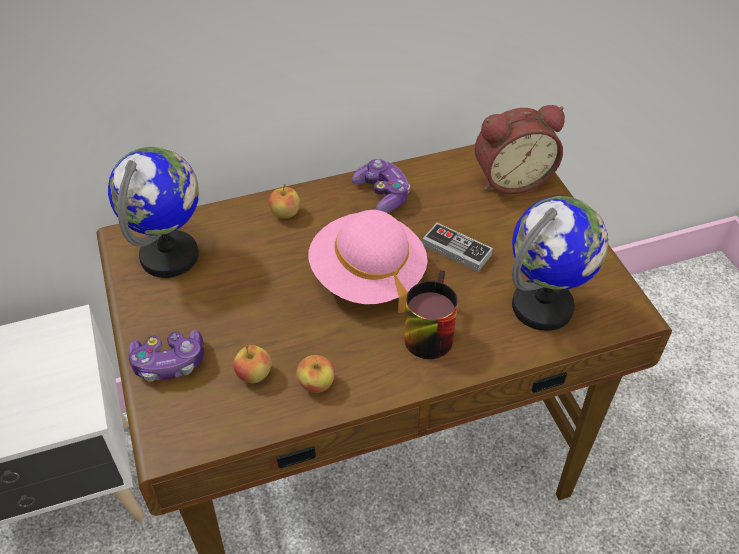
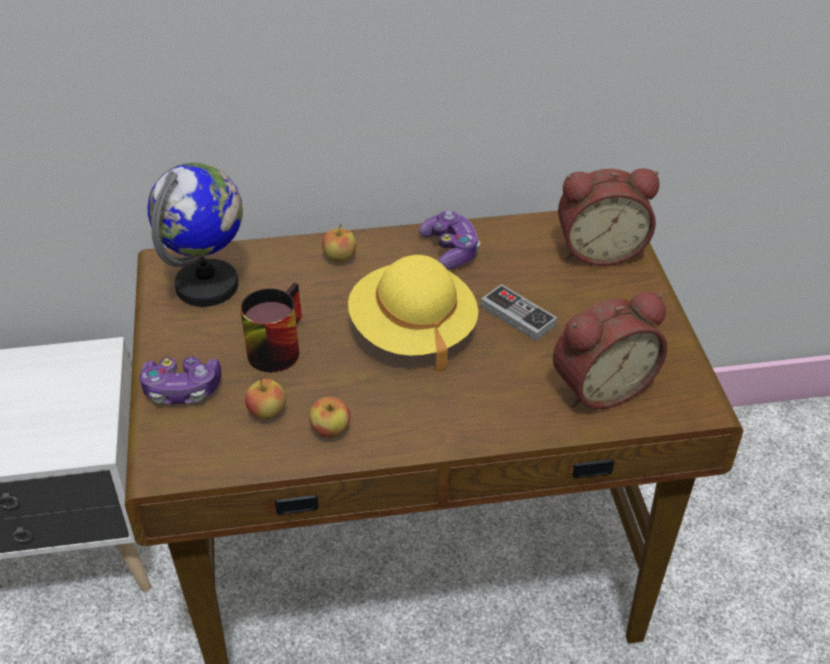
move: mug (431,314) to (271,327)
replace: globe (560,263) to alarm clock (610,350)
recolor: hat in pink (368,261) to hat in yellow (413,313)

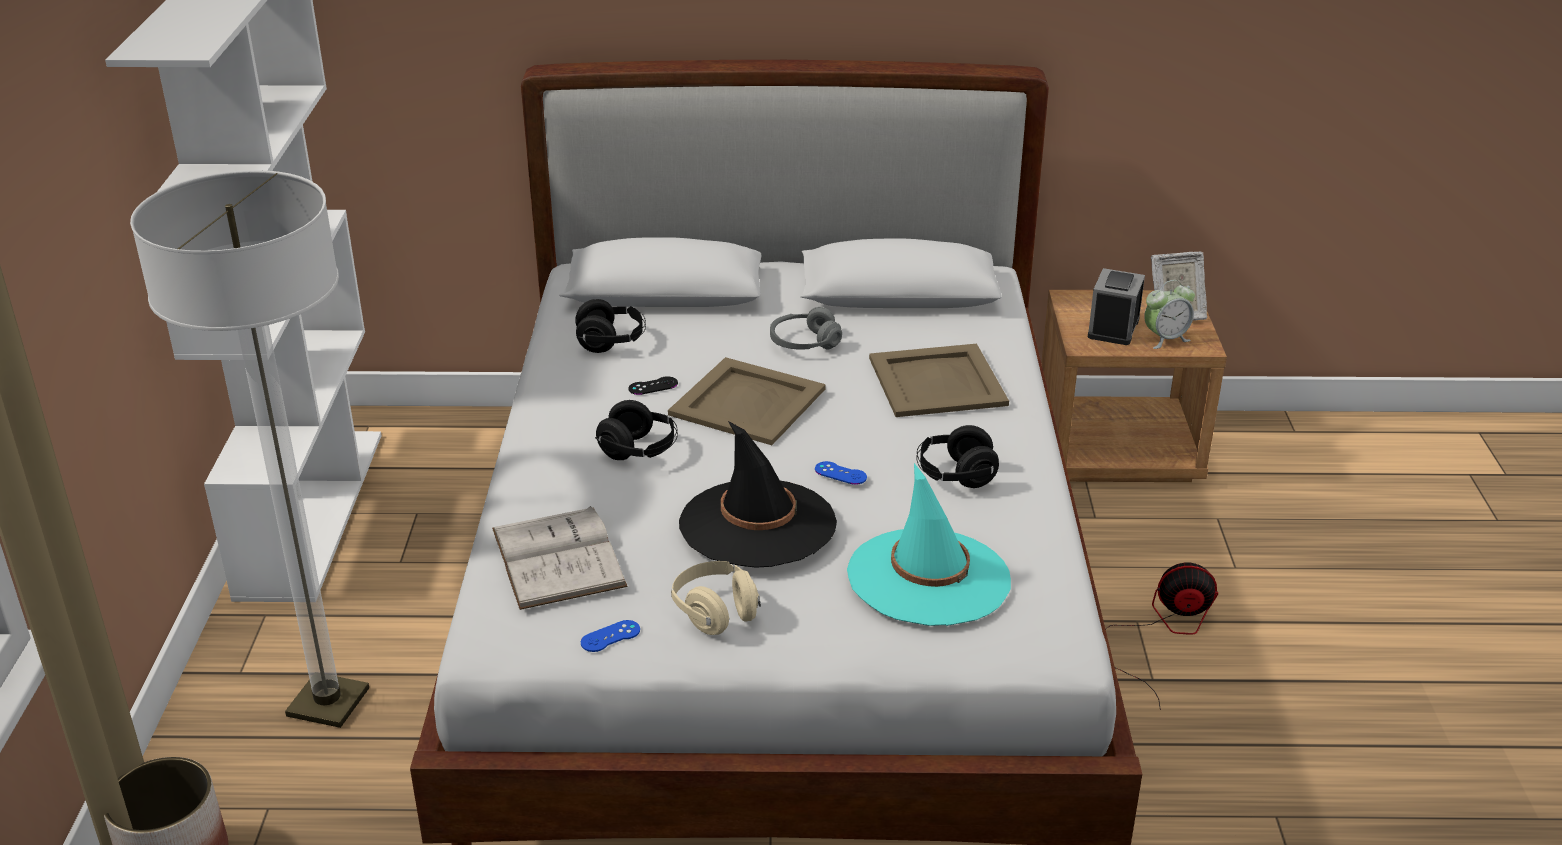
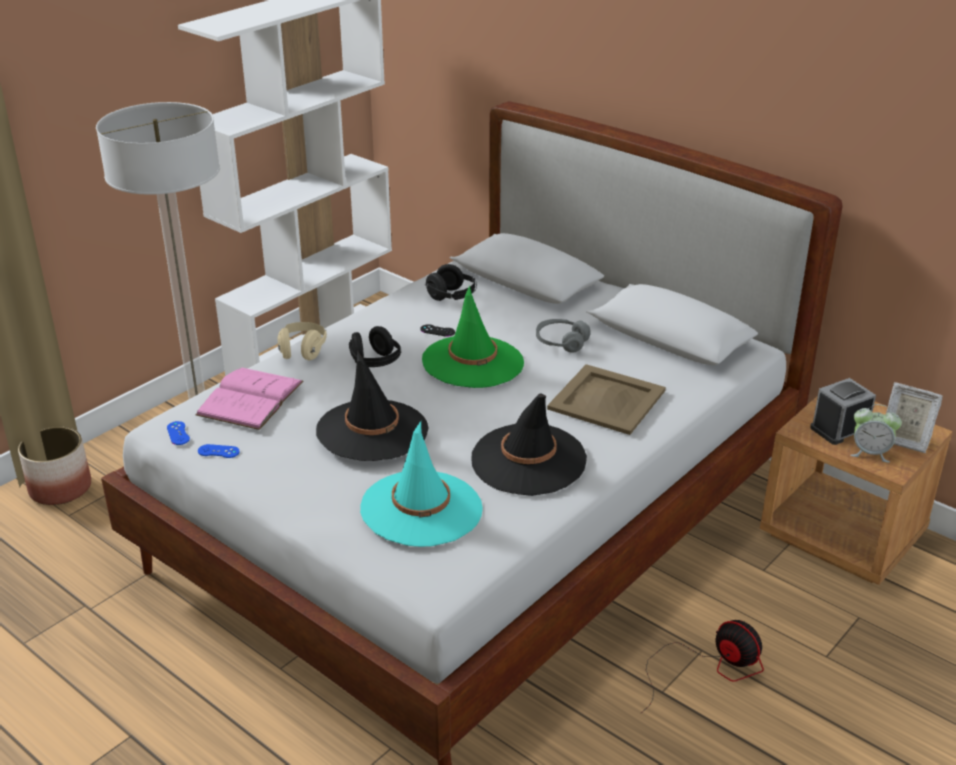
move: headphones in beige (716,598) to (302,341); game controller in blue (841,473) to (178,433)
replace: tray in beige (747,401) to hat in green (473,337); headphones in black (957,456) to hat in black (529,445)
recolor: book in white (560,558) to book in pink (250,398)

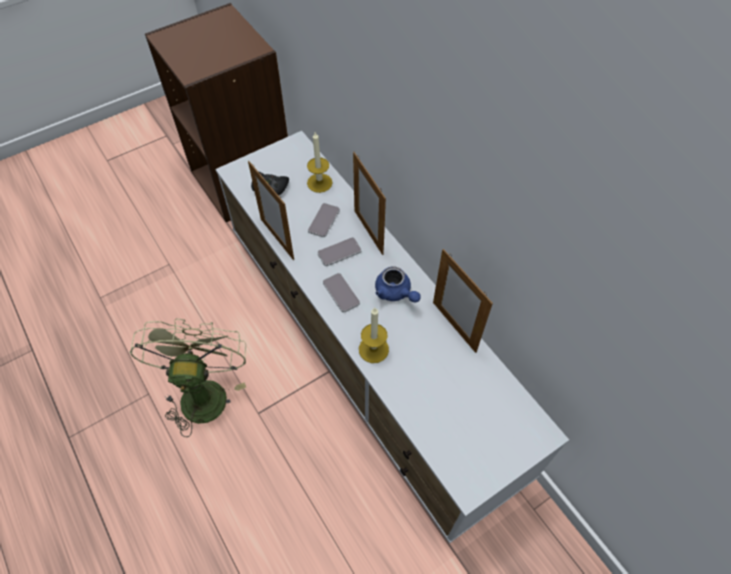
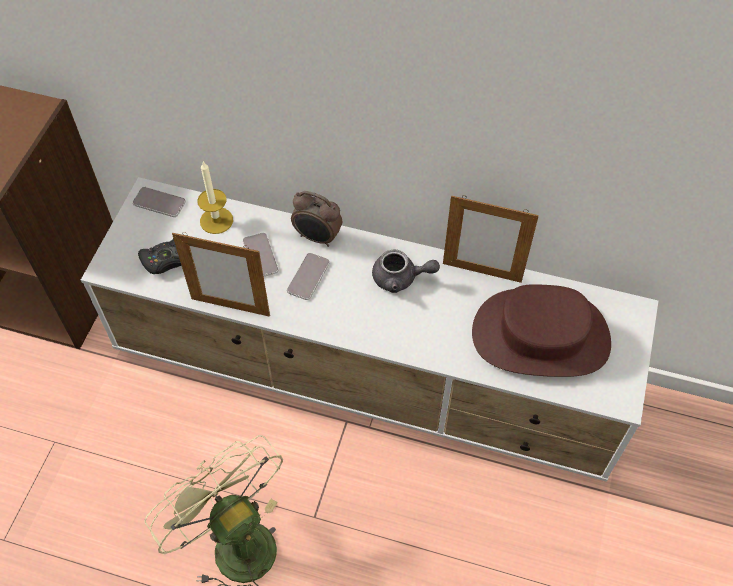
delete: candle (374,335)
insert: hat in brown (541,330)
move: phone (341,292) to (159,202)
replace: picture frame (369,203) to alarm clock (316,219)
recolor: teapot in blue (398,284) to teapot in grey (406,271)

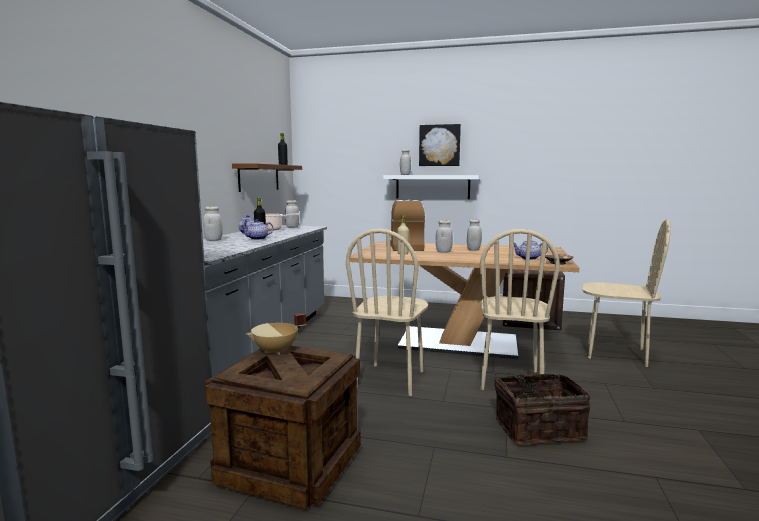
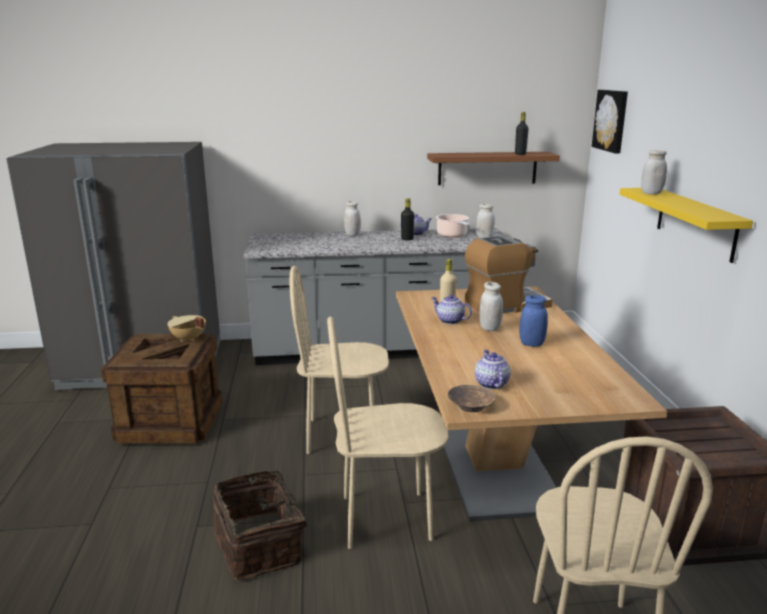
move: teapot (257,229) to (452,309); picture (440,145) to (610,121)
recolor: shelf in white (431,187) to shelf in yellow (686,225); jar in white (474,235) to jar in blue (533,321)

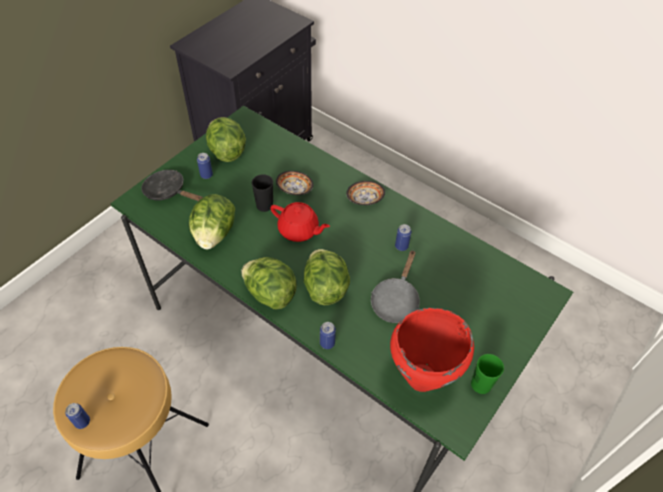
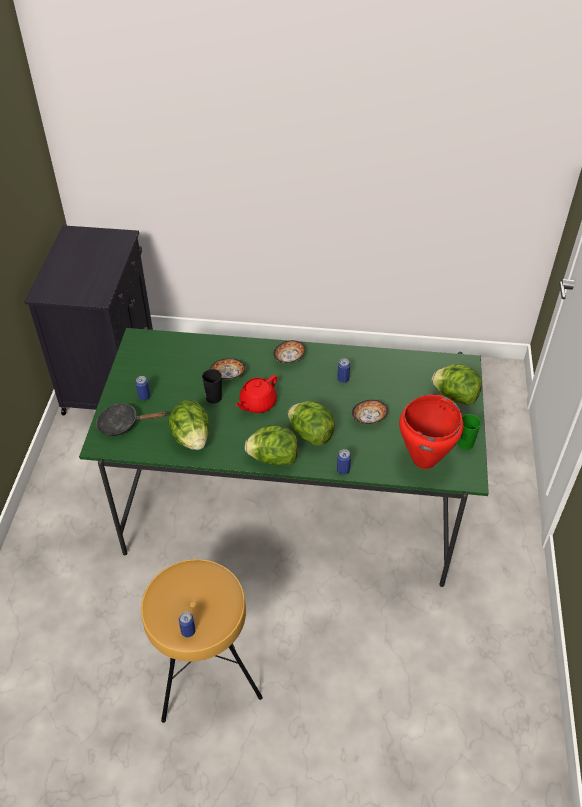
move: lettuce (226,139) to (456,384)
replace: frying pan in grey (395,286) to bowl (370,412)
rotate: teapot in red (300,222) = (256,394) 135 degrees clockwise

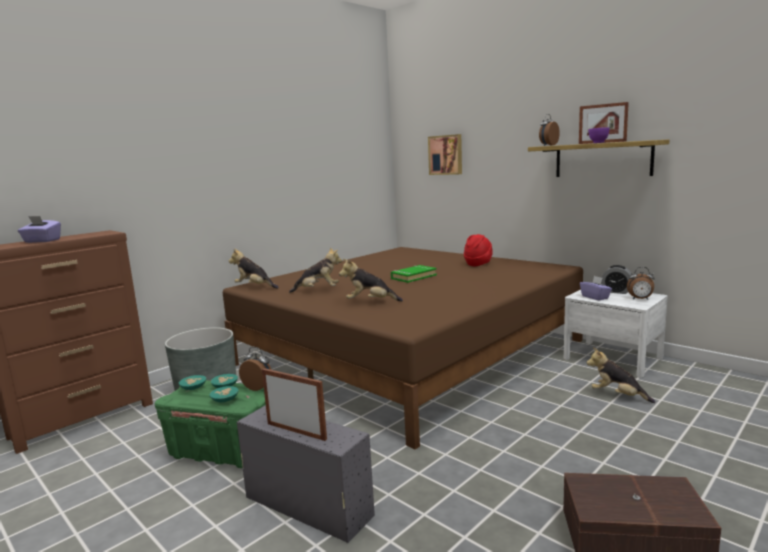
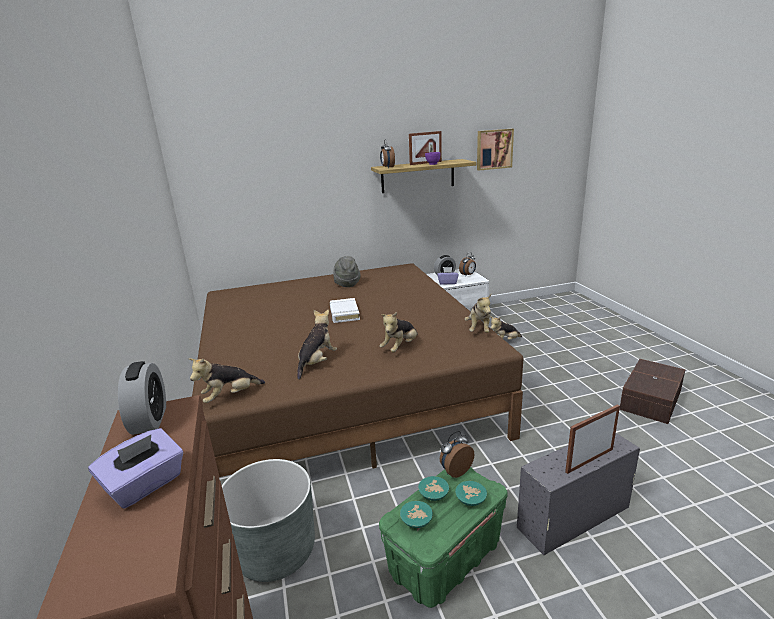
insert: alarm clock (142,398); plush toy (478,313)
move: picture (445,154) to (495,149)
recolor: book in green (414,274) to book in white (345,310); hat in red (478,250) to hat in grey (346,271)

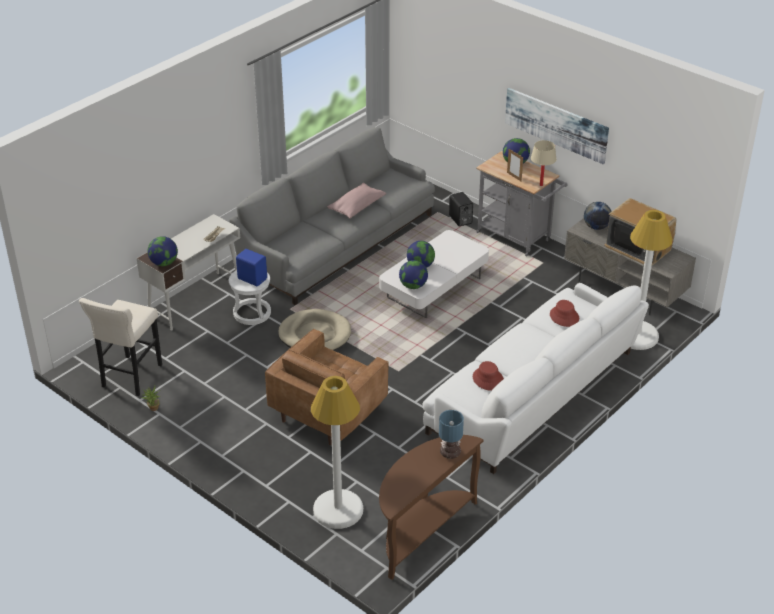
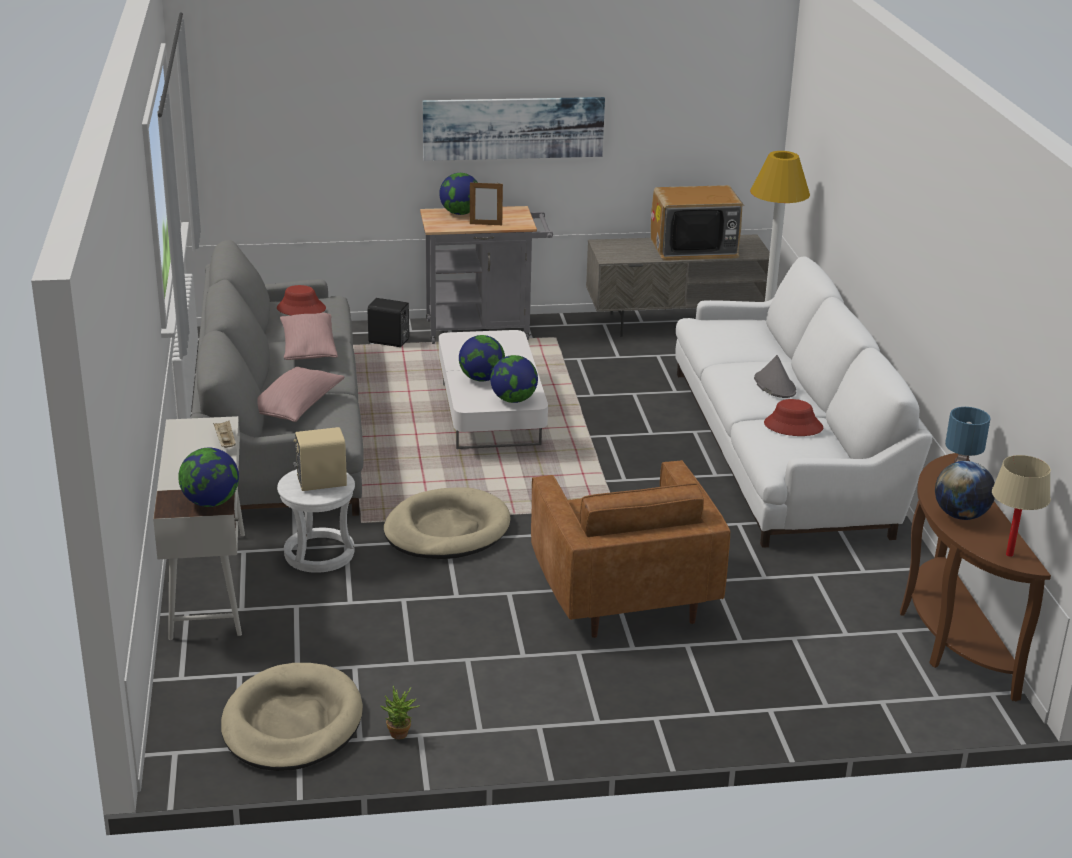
delete: floor lamp in white (337,452)
insert: pillow in pink (300,394); hat in grey (775,376)
move: table lamp in beige (544,163) to (1021,506); hat in red (564,313) to (301,300); globe (598,216) to (965,490)
replace: stool in beige (120,347) to dog bed in beige (292,717)
recolor: speaker in blue (251,267) to speaker in beige (320,459)

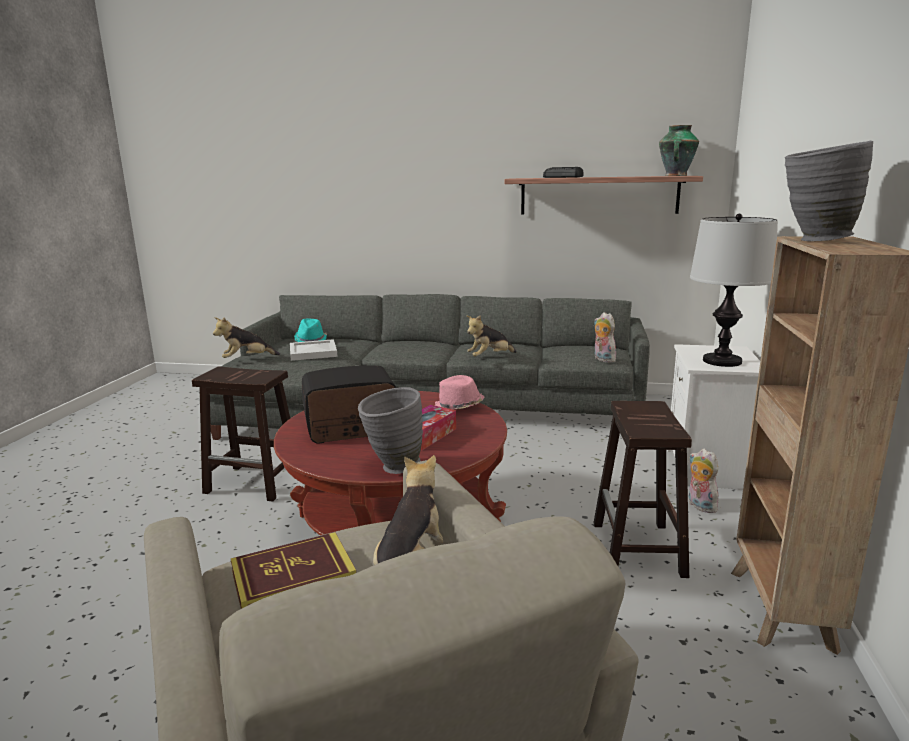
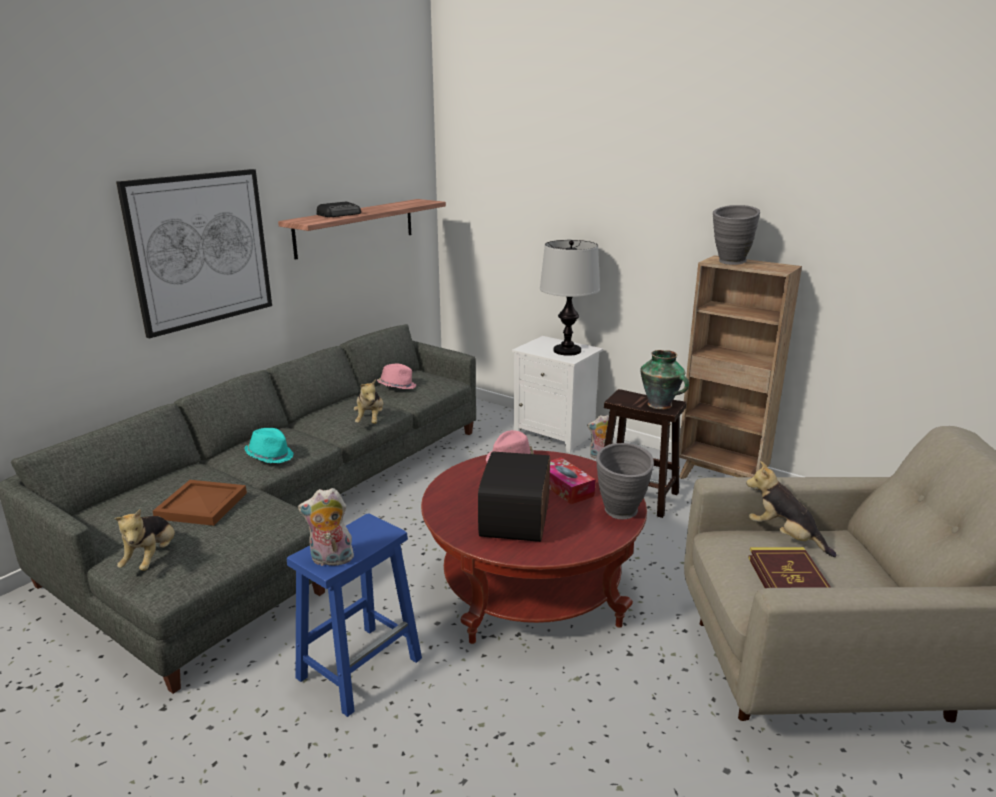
insert: picture (194,254); hat in pink (397,376)
move: hat in turquoise (310,330) to (269,445); plush toy (605,337) to (326,527); vase (679,150) to (664,380)
recolor: stool in brown (241,434) to stool in blue (354,615); tray in white (314,350) to tray in brown (200,503)

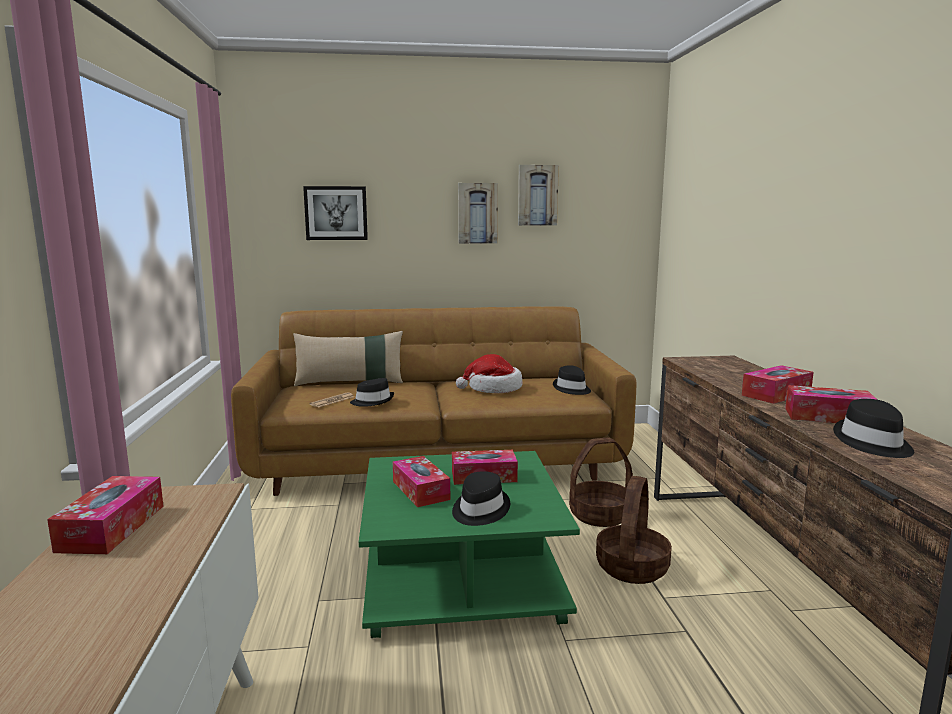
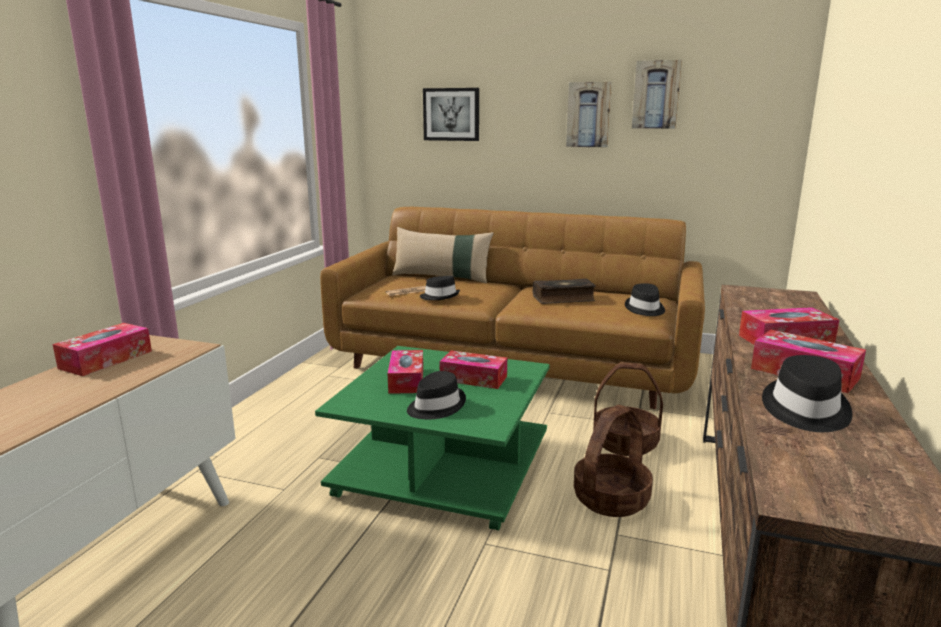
replace: hat (489,373) to book (564,291)

